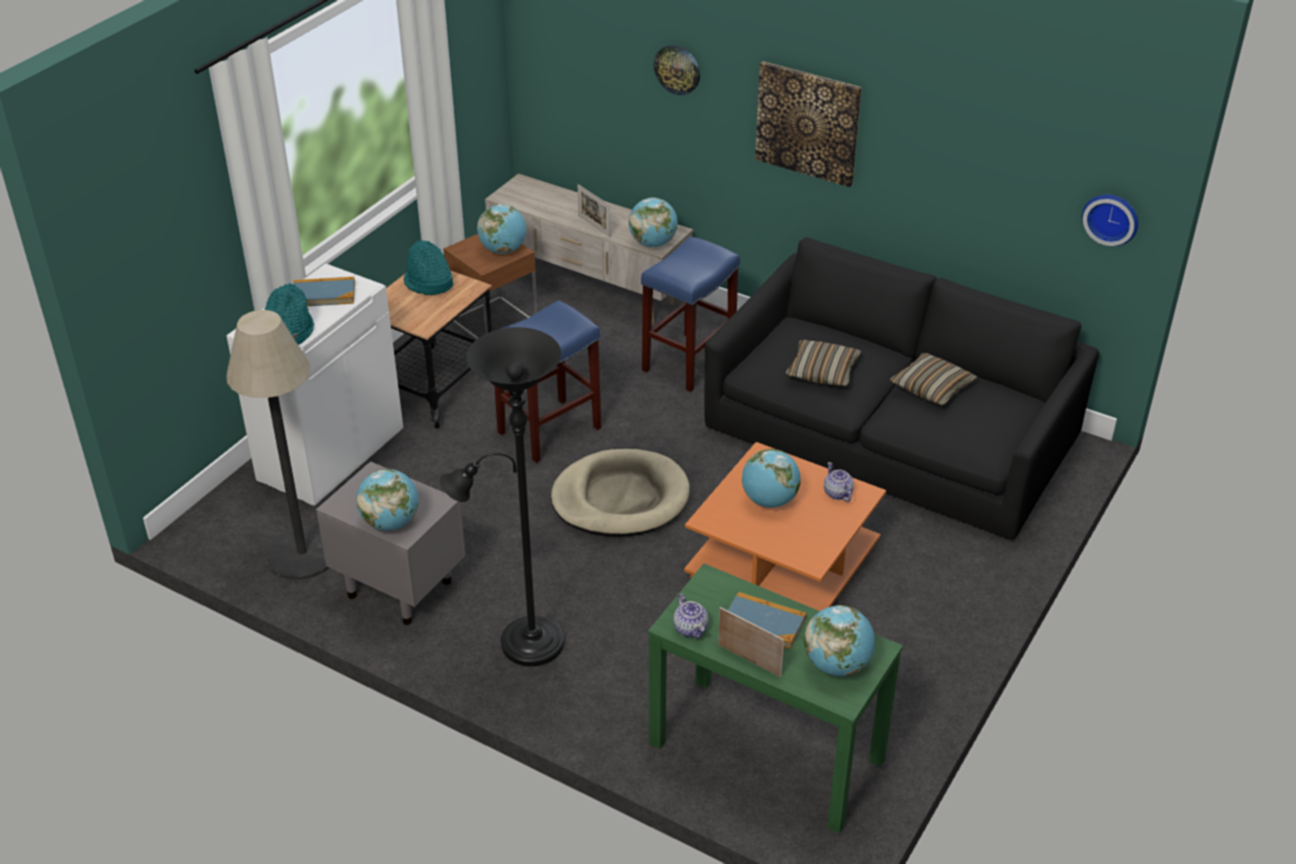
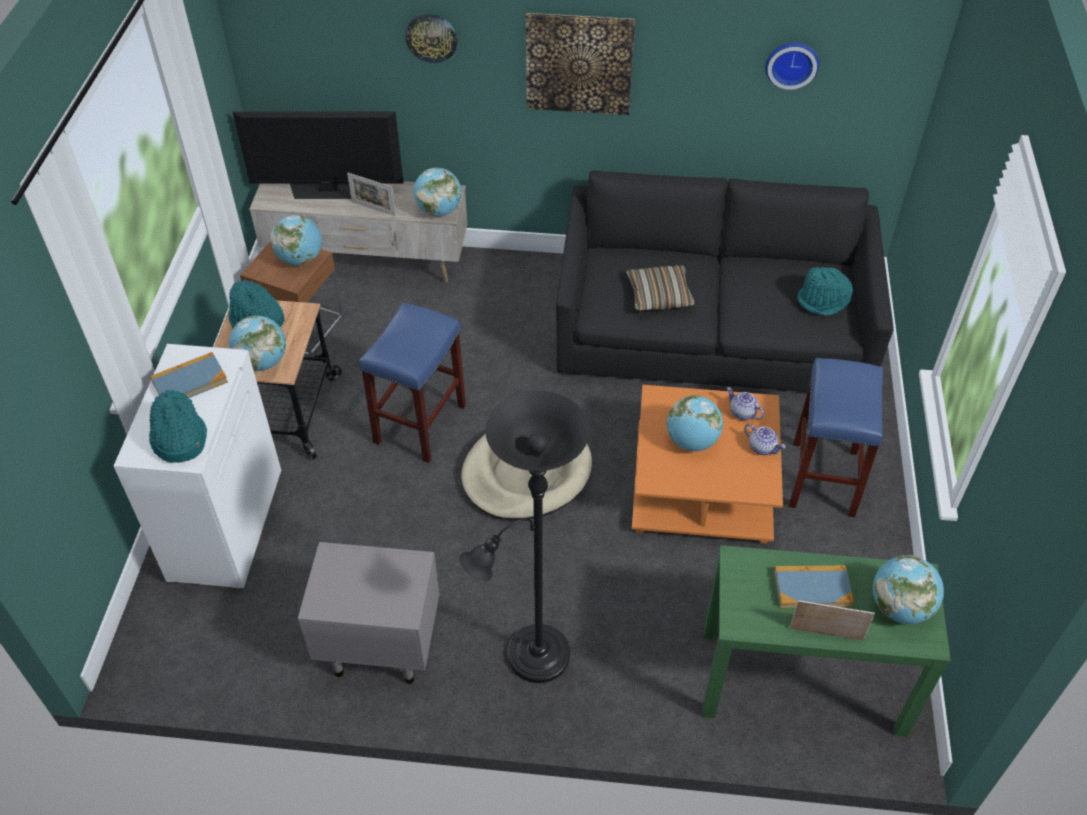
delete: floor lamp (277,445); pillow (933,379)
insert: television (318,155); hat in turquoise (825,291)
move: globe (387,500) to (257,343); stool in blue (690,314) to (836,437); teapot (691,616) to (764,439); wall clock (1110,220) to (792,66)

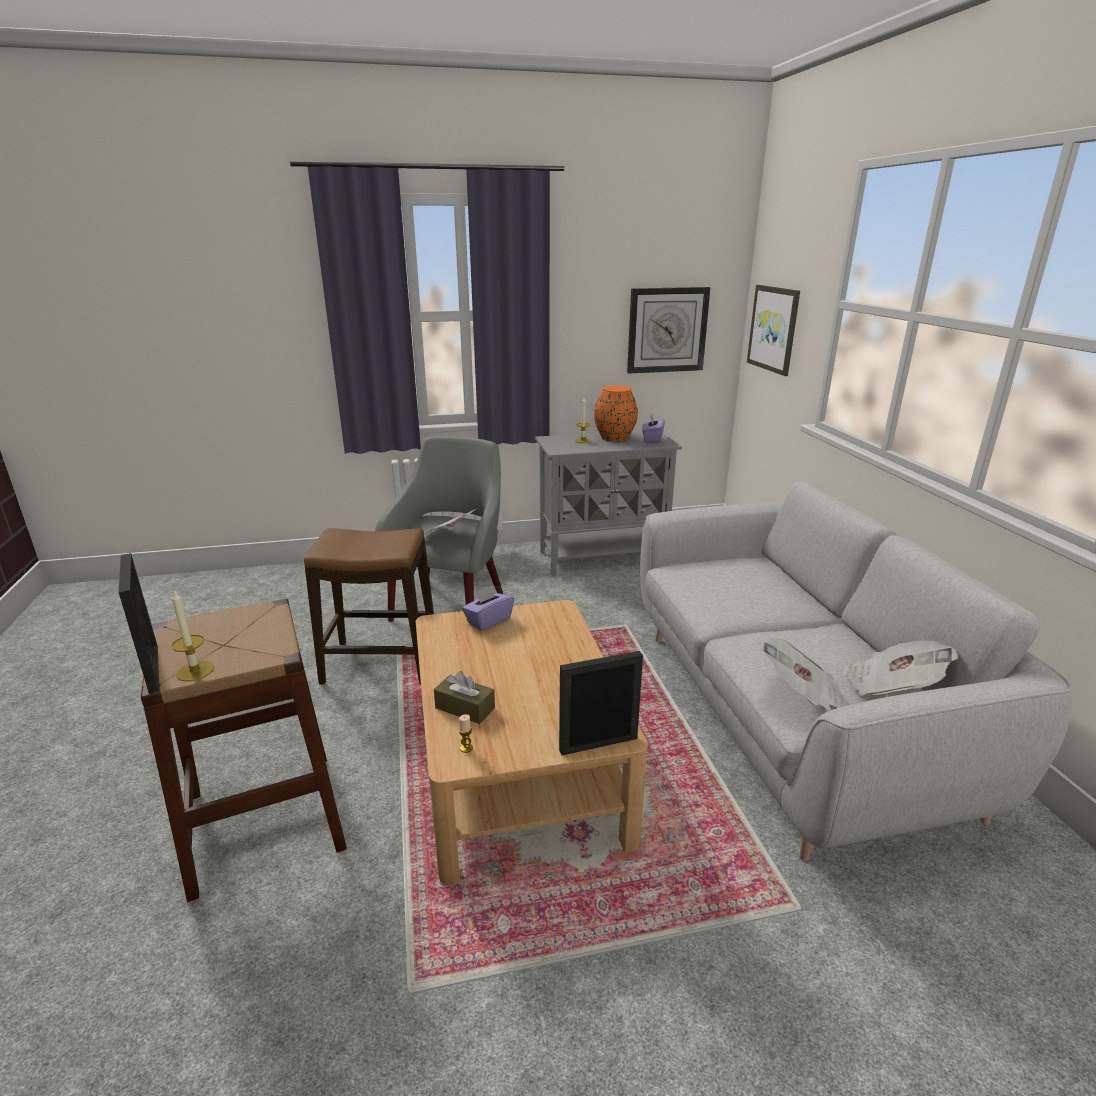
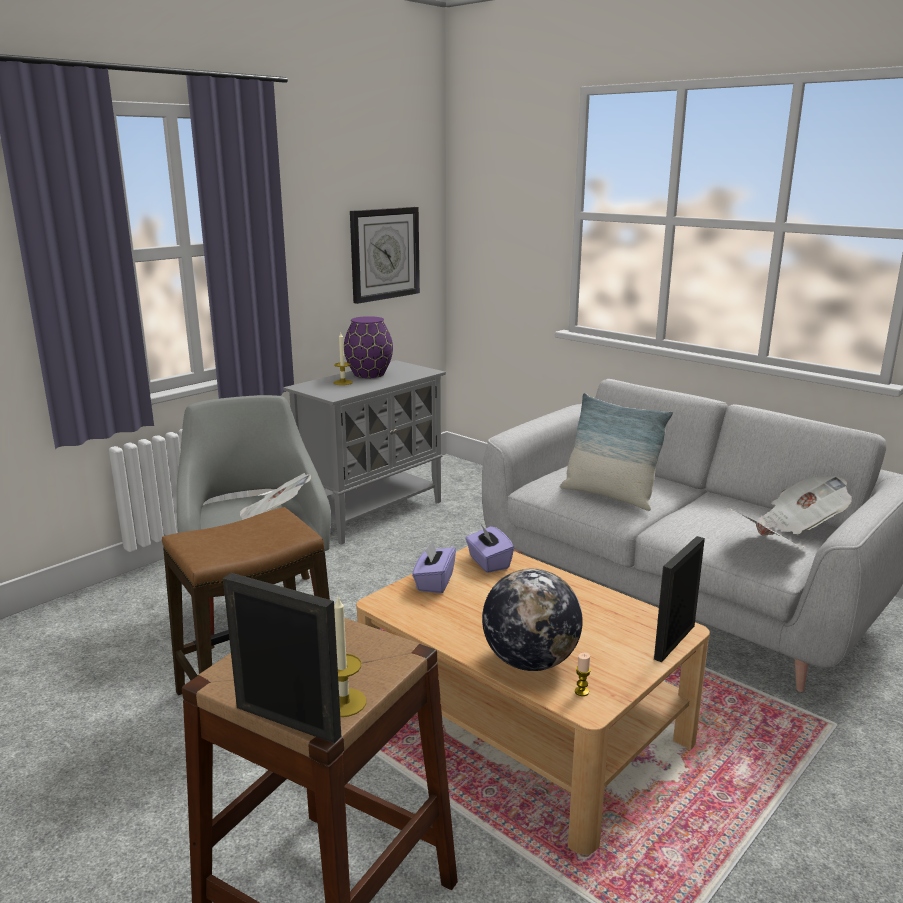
delete: picture (773,330)
insert: pillow (616,452)
move: tissue box in purple (653,428) to (489,549)
replace: tissue box in brown (464,697) to globe (532,620)
recolor: vase in orange (616,413) to vase in purple (368,347)

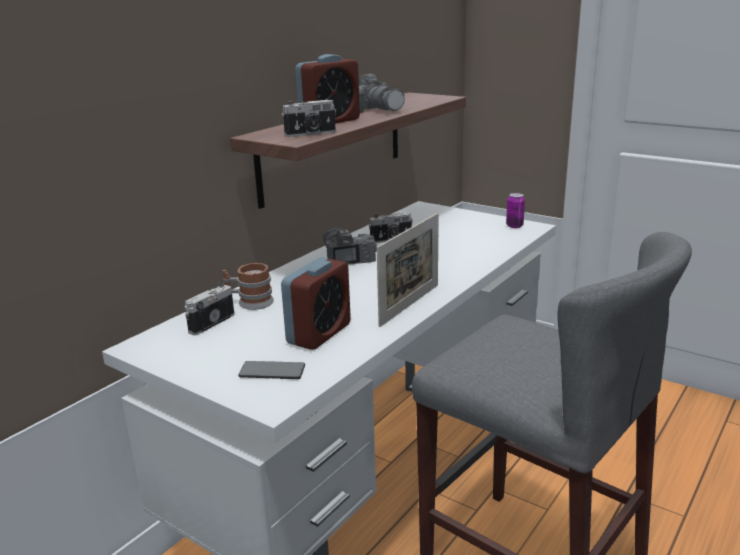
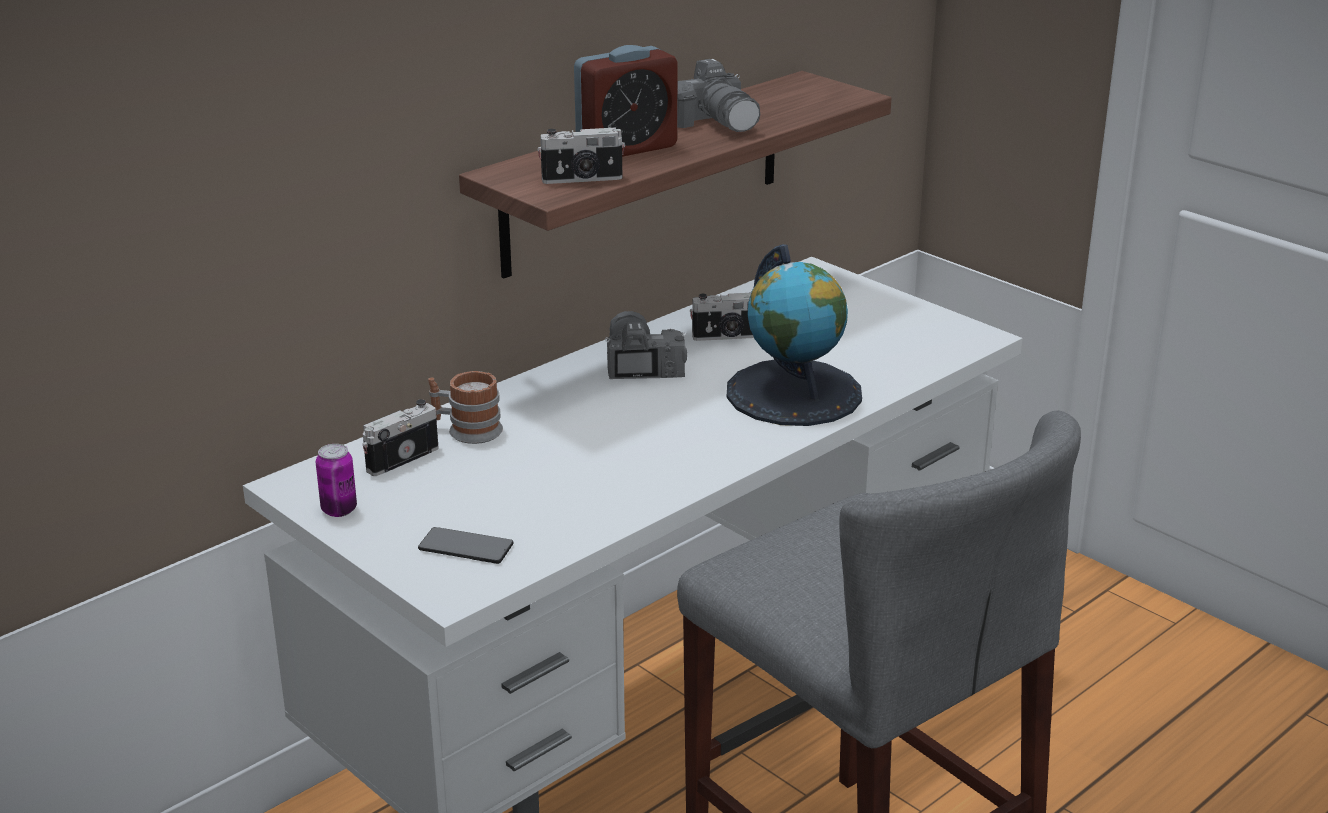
delete: alarm clock (316,303); picture frame (408,270)
insert: globe (794,335)
move: can (515,210) to (336,480)

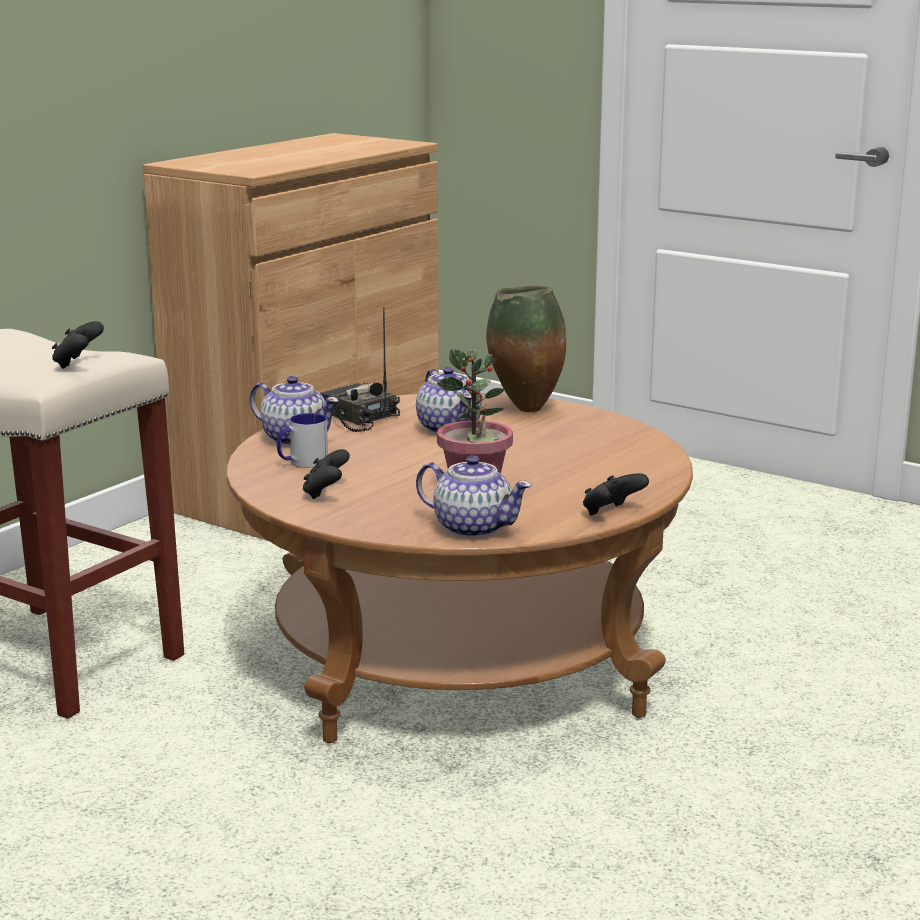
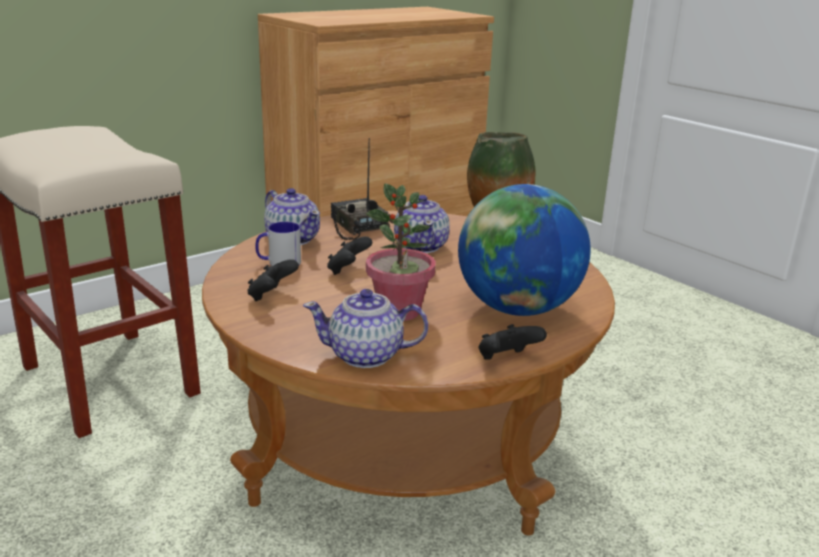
insert: globe (524,250)
move: game controller in black (78,345) to (349,255)
rotate: teapot (474,496) = (365,328) 135 degrees clockwise

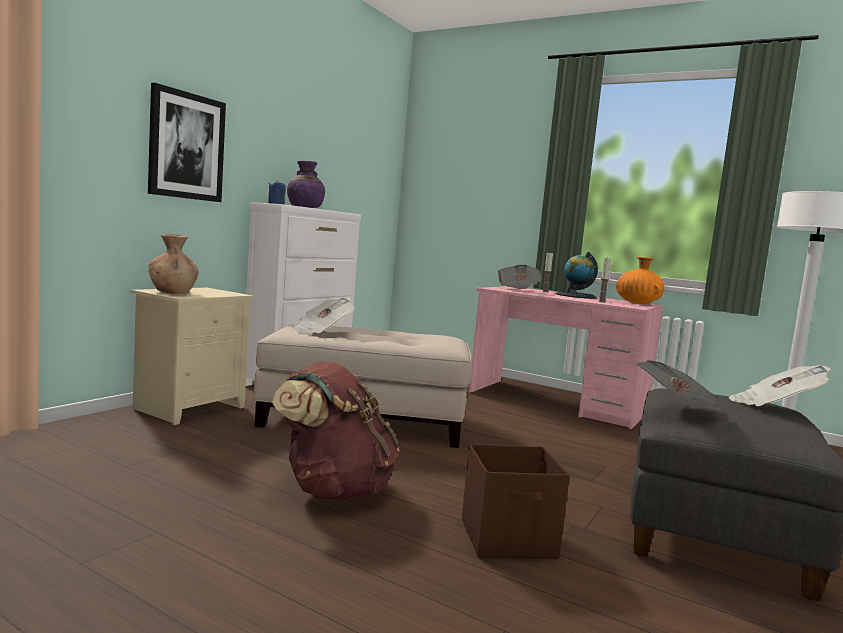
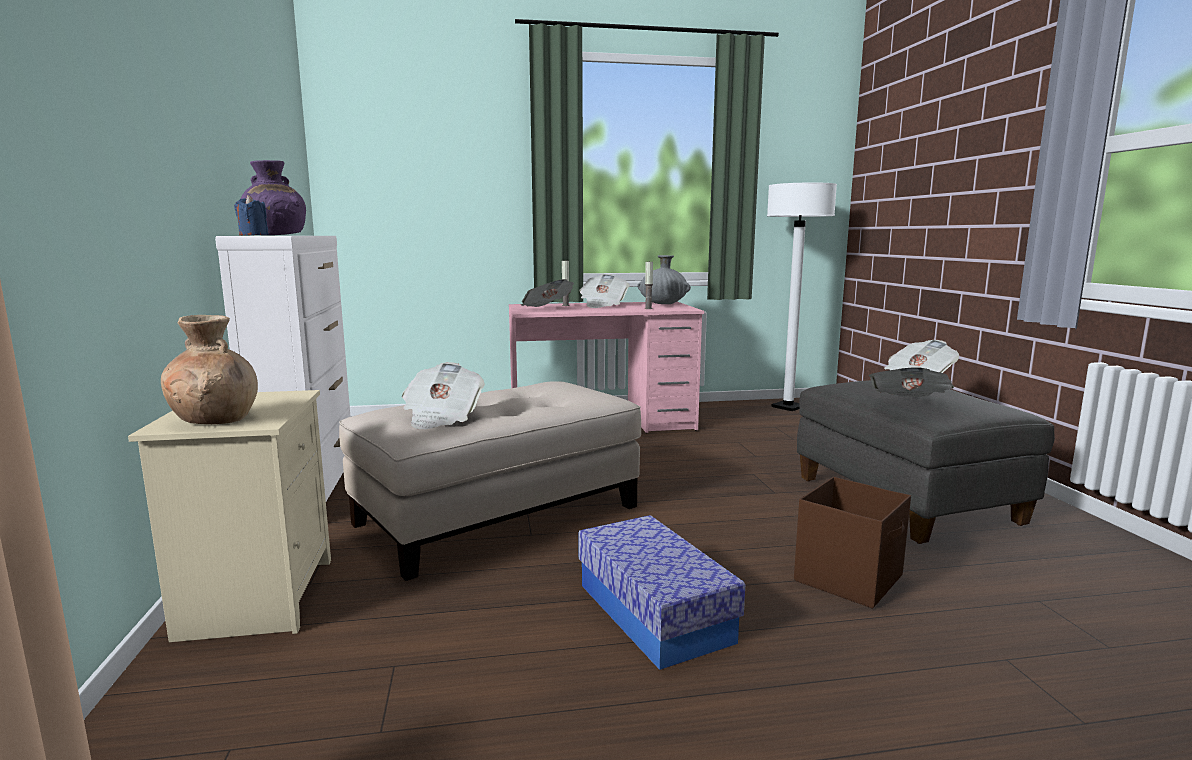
delete: picture (187,142)
replace: backpack in brown (336,430) to storage box (661,592); globe (577,275) to newspaper (604,291)
recolor: vase in orange (640,280) to vase in grey (664,279)

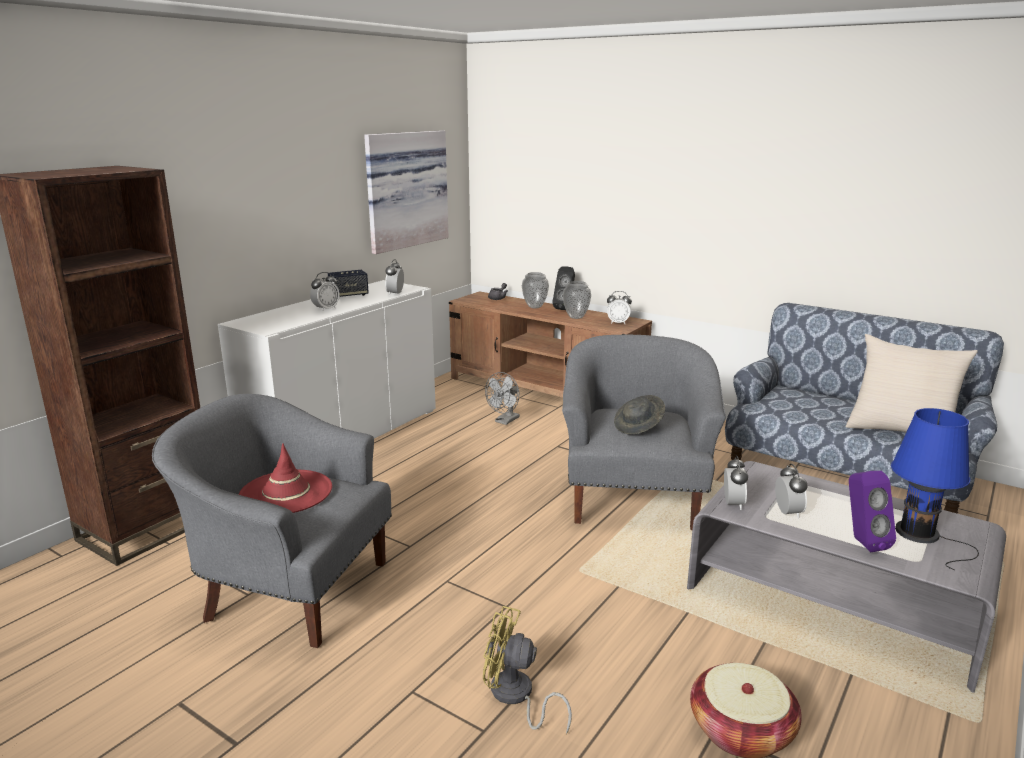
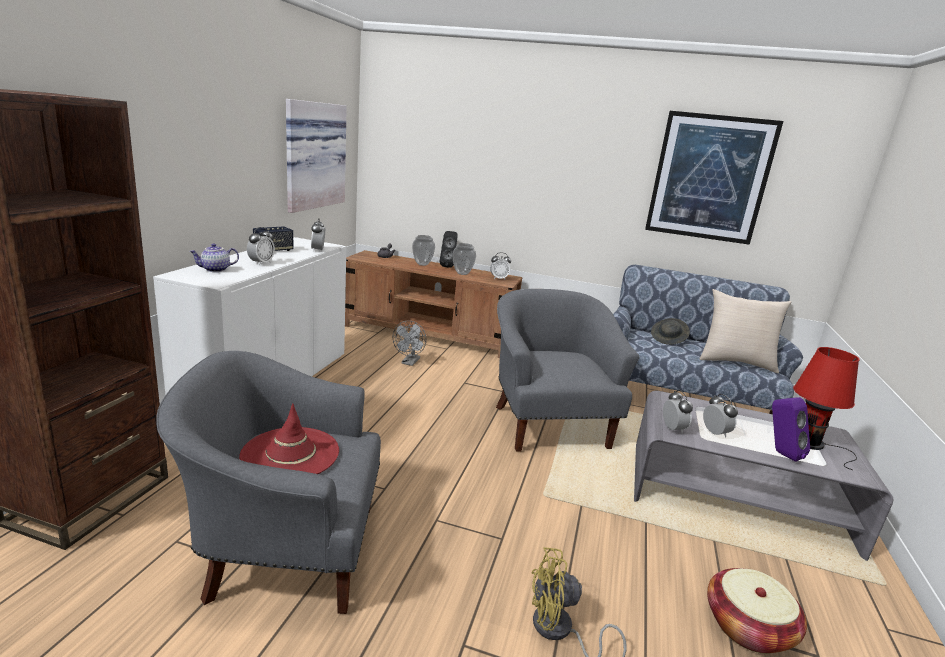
insert: teapot (214,258); picture (714,178)
move: hat in grey (639,414) to (670,331)
recolor: table lamp in blue (935,489) to table lamp in red (826,408)

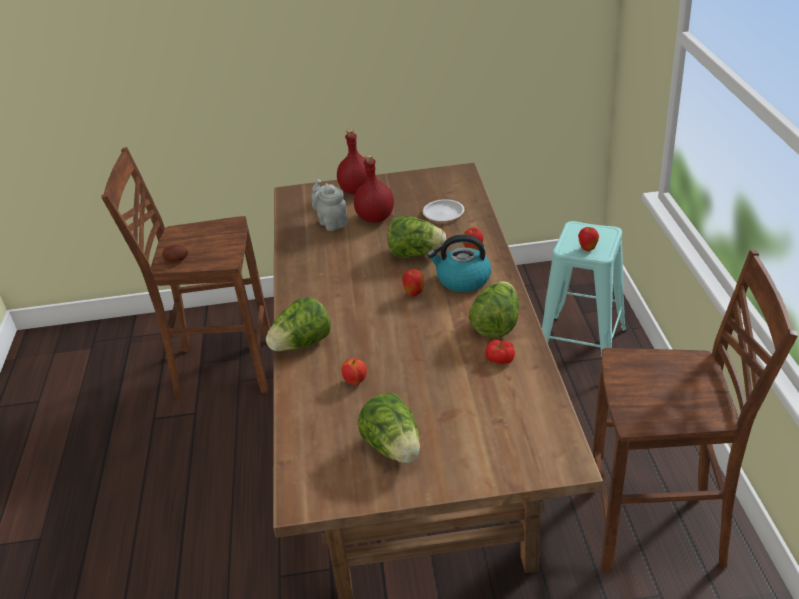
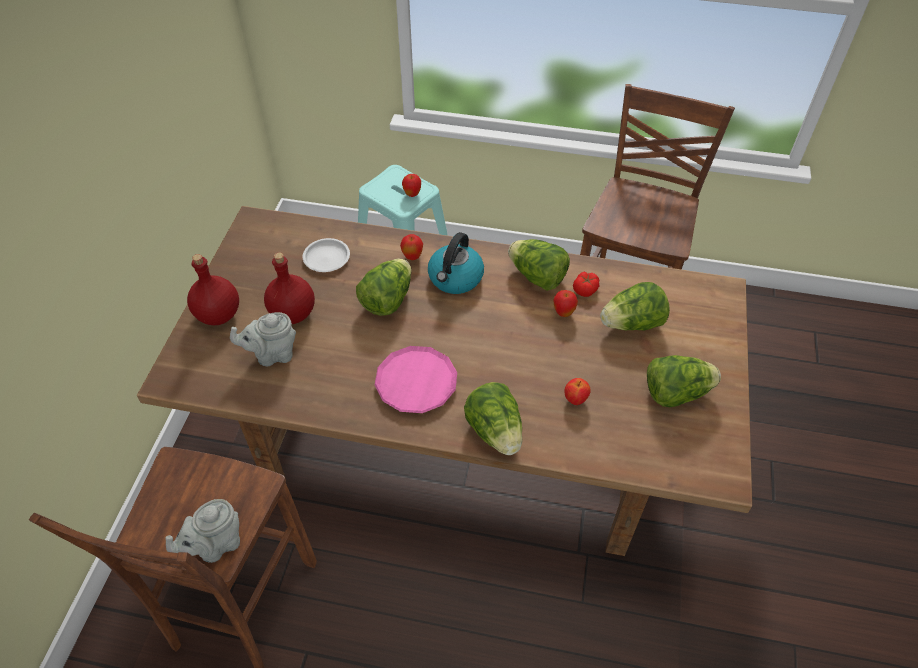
insert: plate in pink (416,379); lettuce (635,306)
move: apple (413,282) to (565,303)
replace: potato (175,253) to teapot in grey (202,531)

